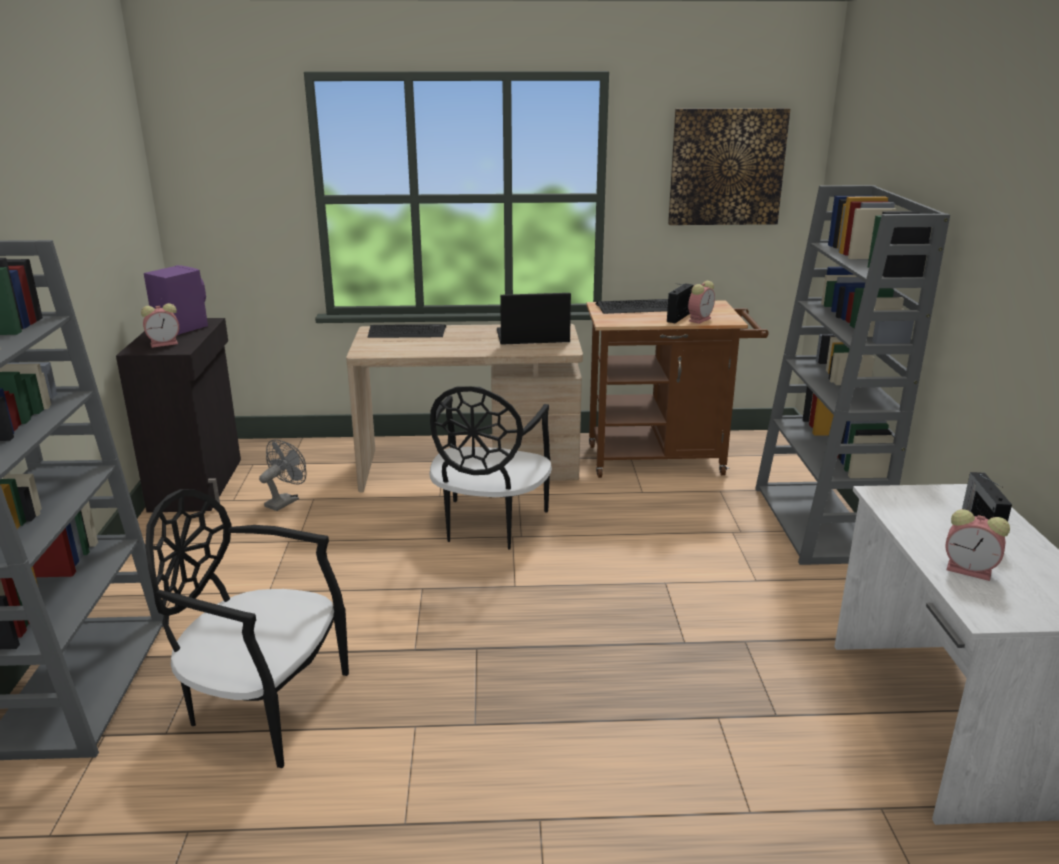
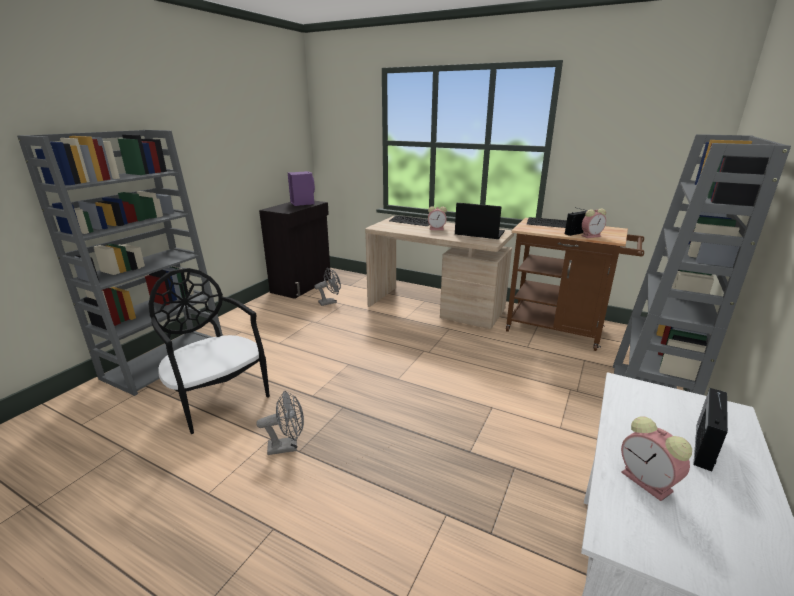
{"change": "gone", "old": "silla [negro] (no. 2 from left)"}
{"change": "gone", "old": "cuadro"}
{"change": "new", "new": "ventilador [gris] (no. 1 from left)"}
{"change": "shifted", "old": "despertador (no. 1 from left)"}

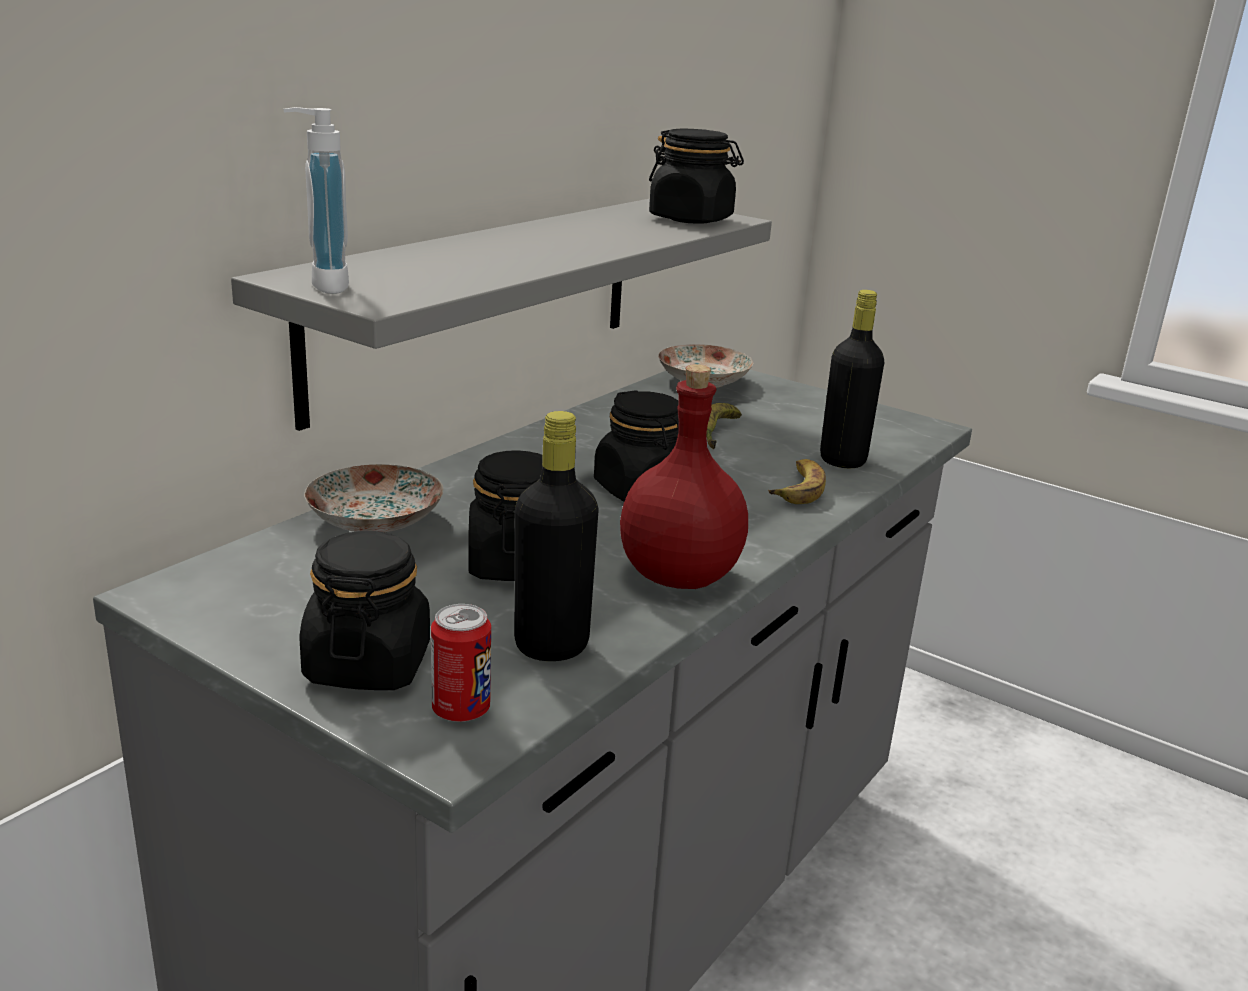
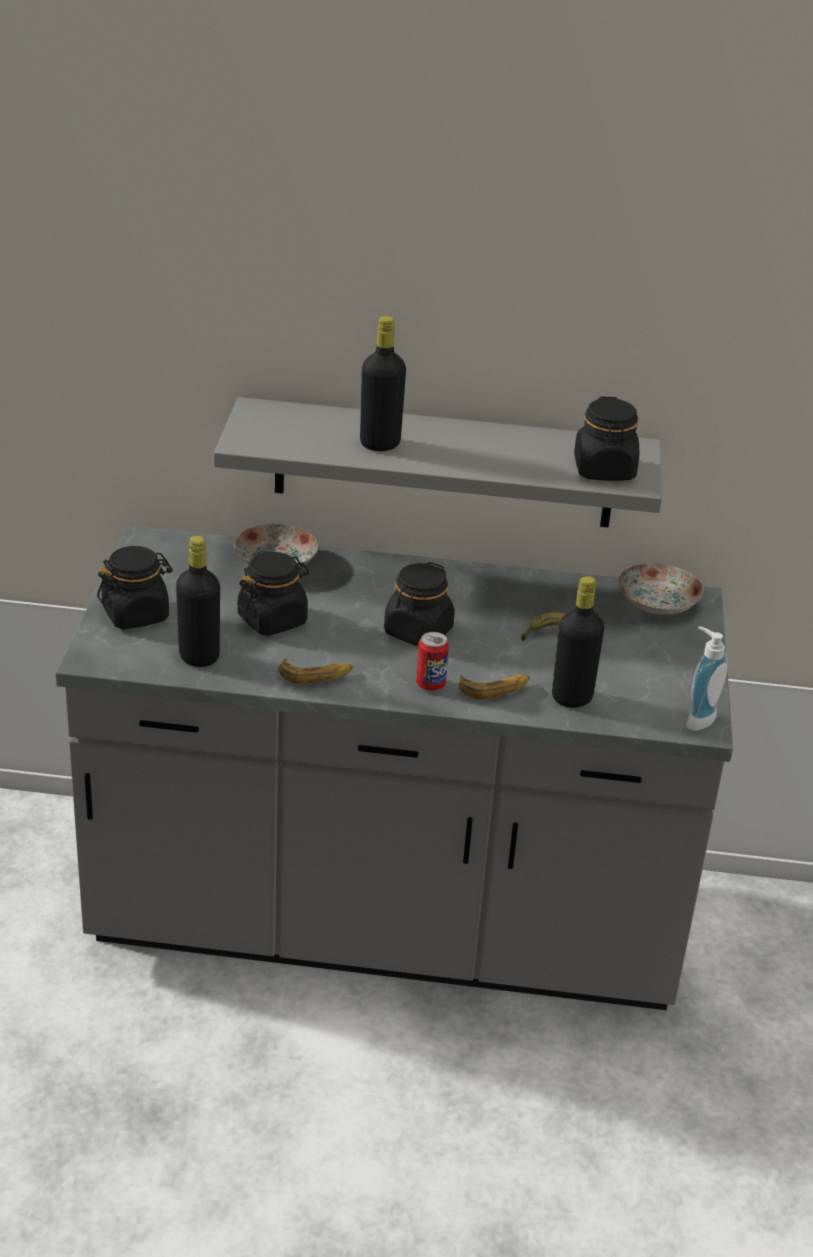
{"change": "new", "new": "botella [negro] (no. 2 from left)"}
{"change": "shifted", "old": "dispensador de jabón"}
{"change": "shifted", "old": "lata"}
{"change": "swapped", "old": "botella [rojo]", "new": "plátano (no. 1 from left)"}

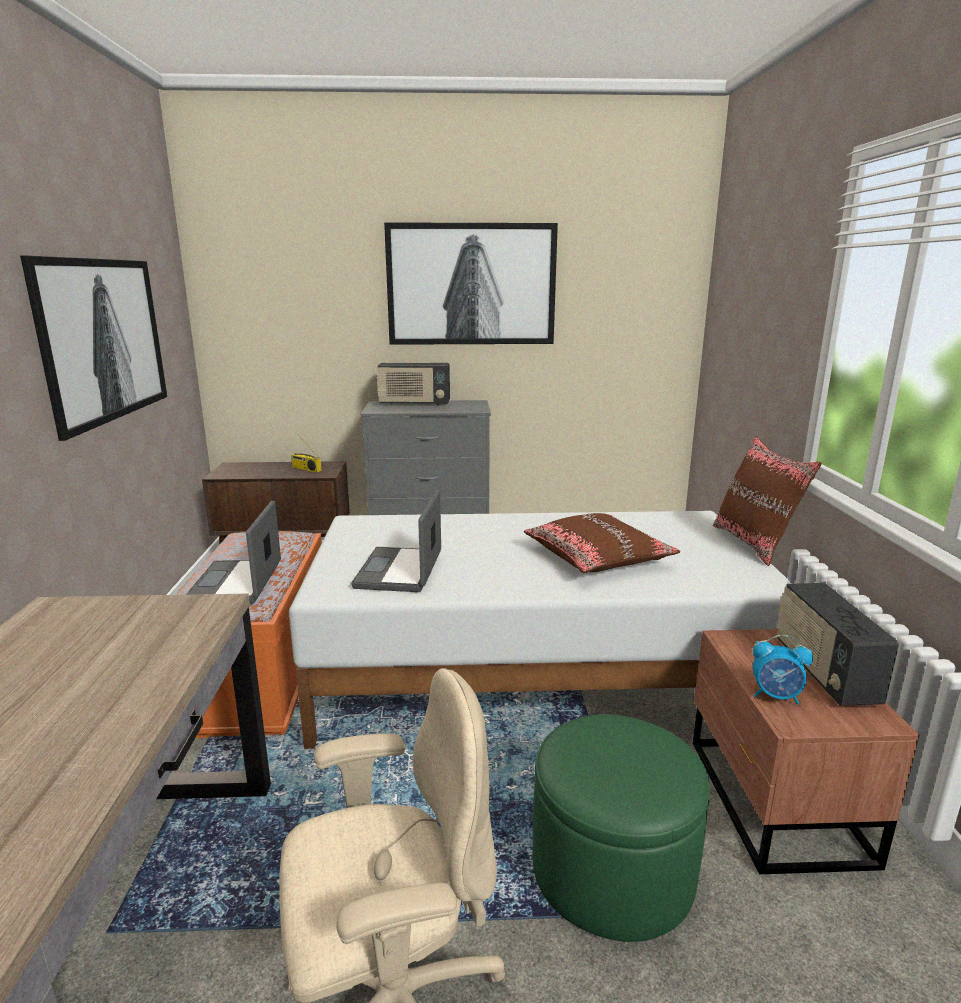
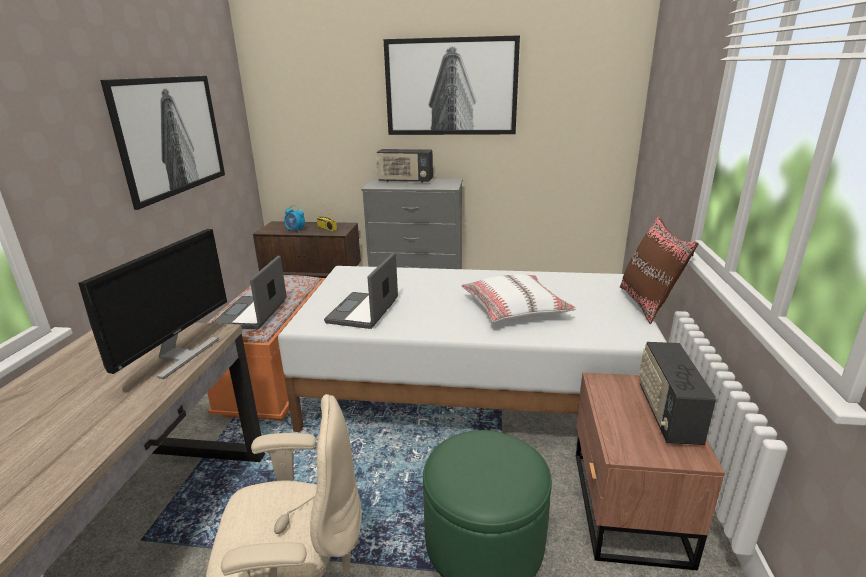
{"change": "new", "new": "monitor"}
{"change": "shifted", "old": "despertador"}
{"change": "repainted", "old": "cojín [marrón] (no. 1 from left)", "new": "cojín [blanco]"}

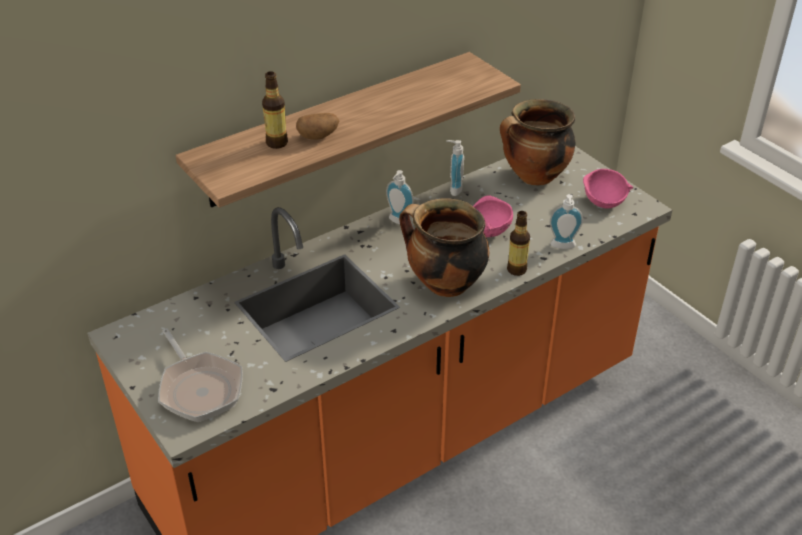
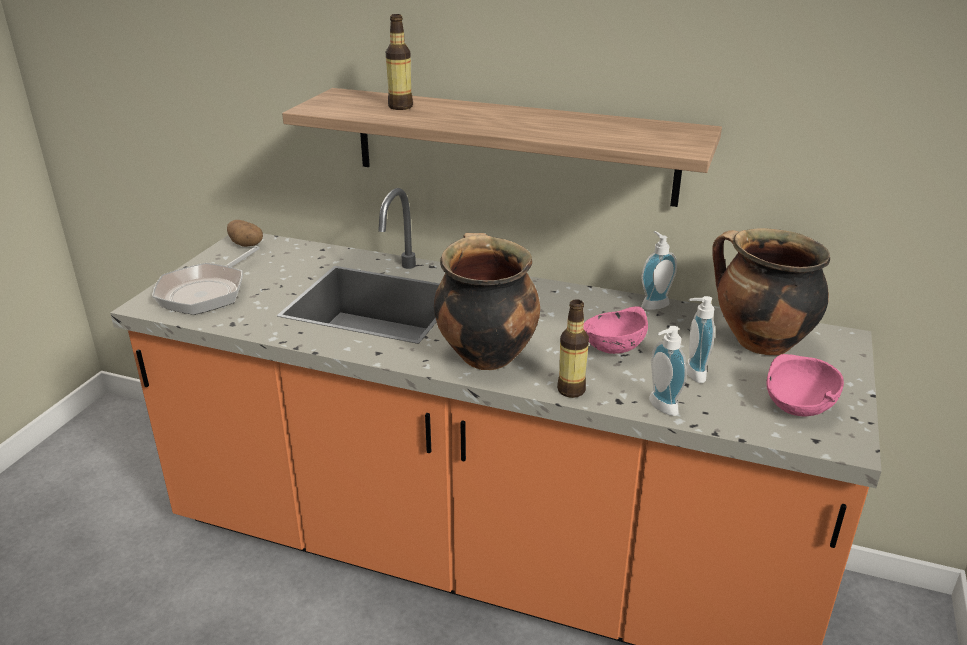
{"change": "shifted", "old": "patata"}
{"change": "shifted", "old": "dispensador de jabón (no. 1 from left in the first image)", "new": "dispensador de jabón (no. 3 from left)"}

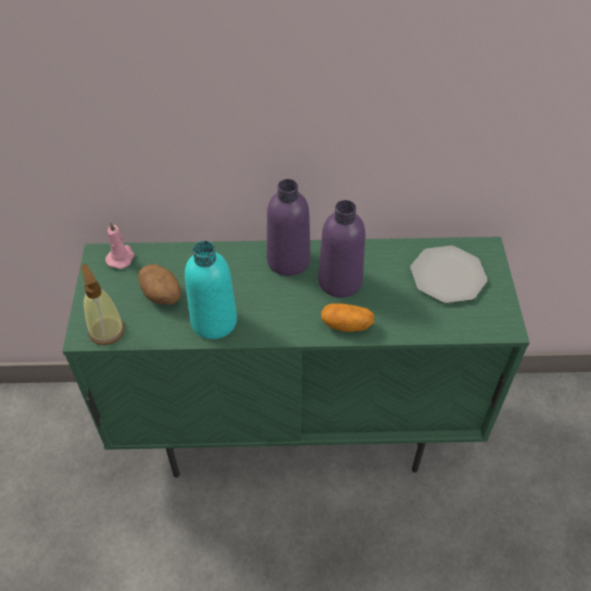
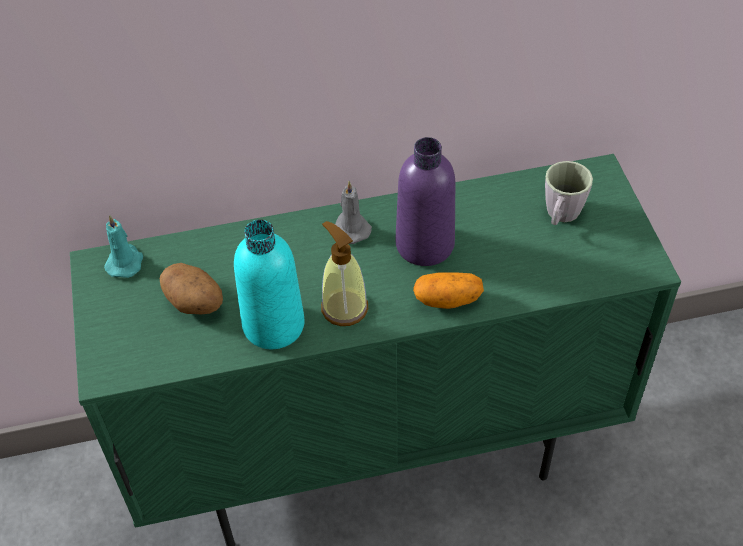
{"change": "shifted", "old": "dispensador de jabón"}
{"change": "swapped", "old": "botella [morado] (no. 1 from left)", "new": "vela [gris]"}
{"change": "swapped", "old": "plato", "new": "taza grande [gris]"}
{"change": "repainted", "old": "vela [rosa]", "new": "vela [turquesa]"}

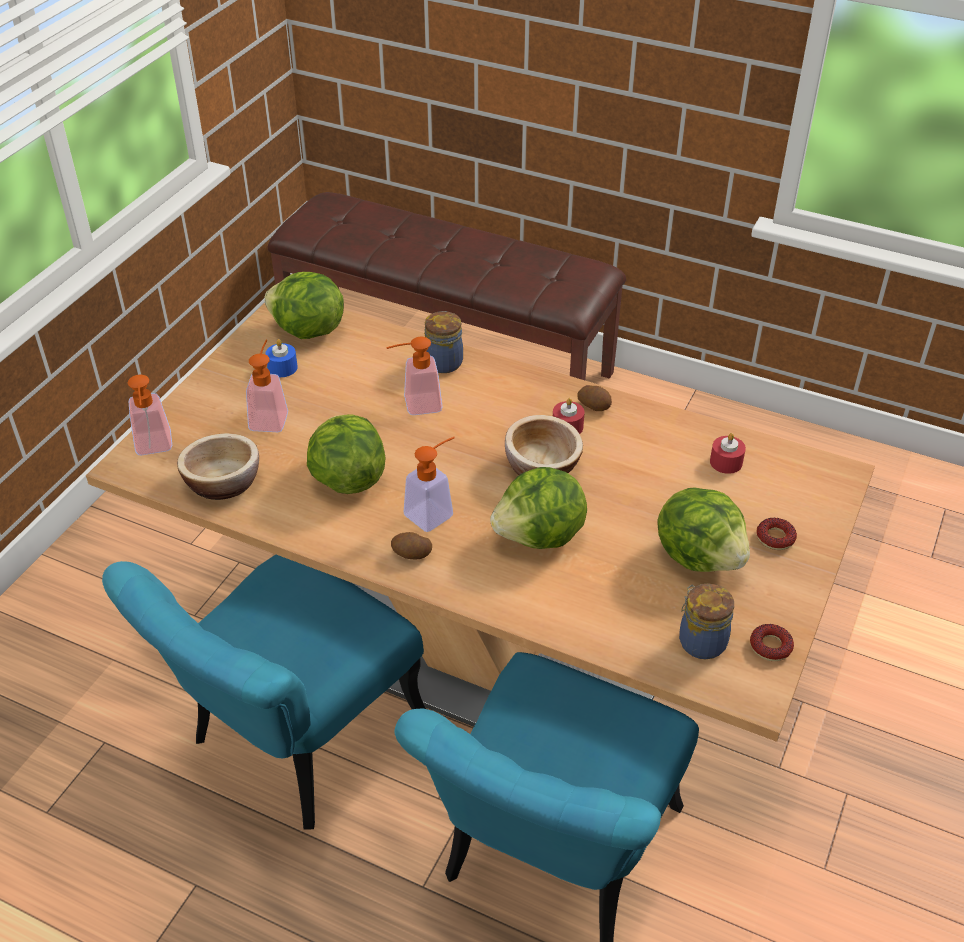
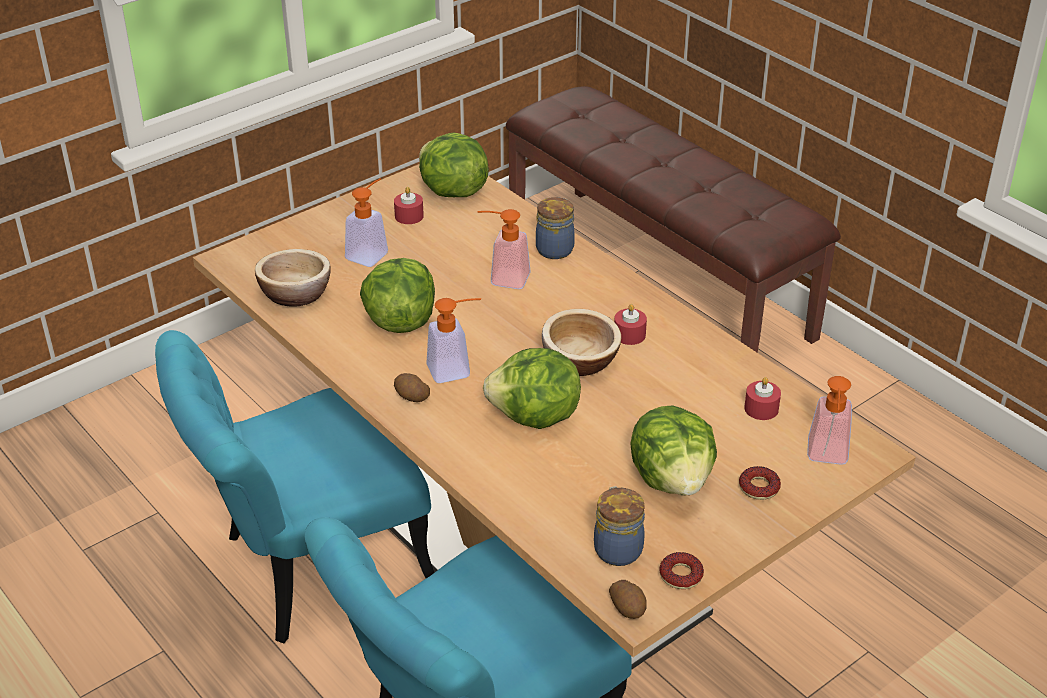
{"change": "shifted", "old": "dispensador de jabón (no. 1 from left in the first image)", "new": "dispensador de jabón (no. 4 from left)"}
{"change": "shifted", "old": "patata (no. 2 from left)"}
{"change": "repainted", "old": "vela [azul]", "new": "vela [rojo] (no. 1 from left)"}

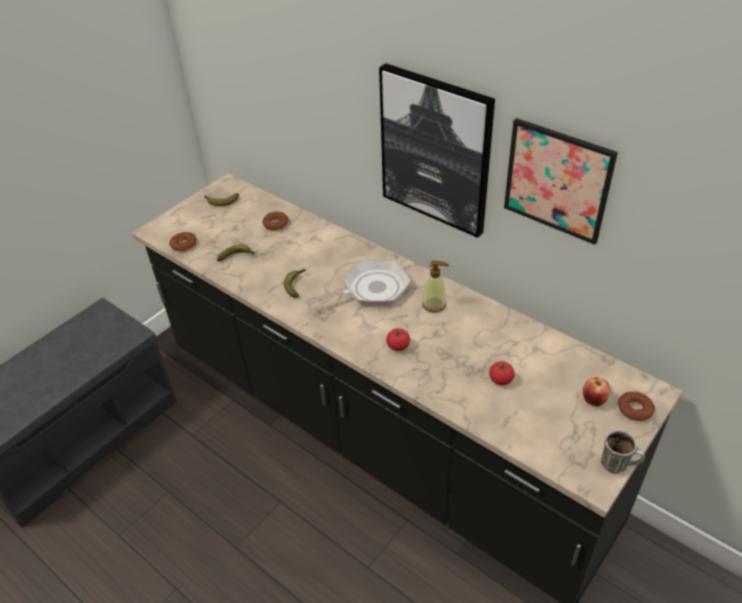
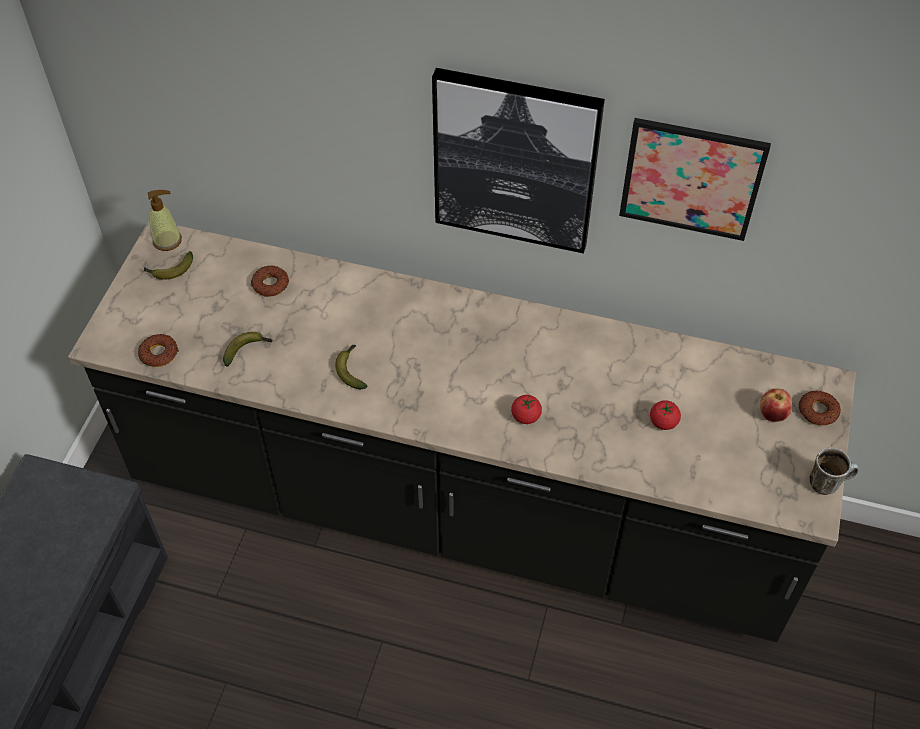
{"change": "gone", "old": "sartén"}
{"change": "shifted", "old": "dispensador de jabón"}

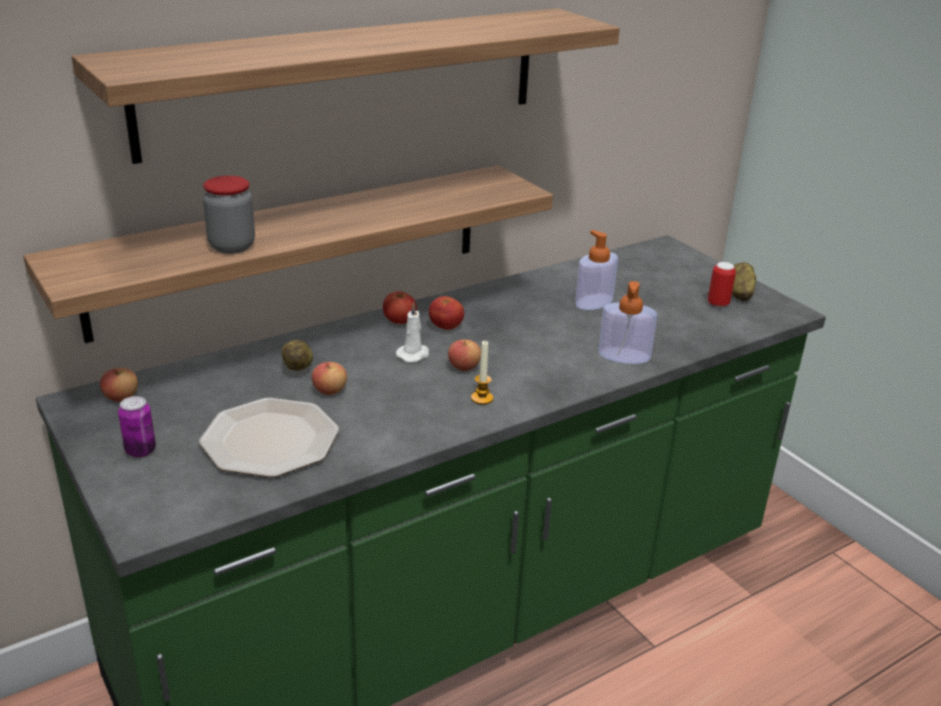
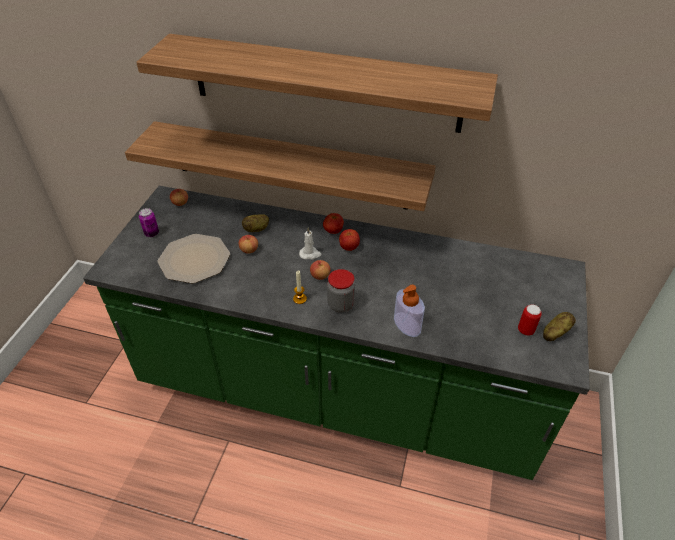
{"change": "gone", "old": "dispensador de jabón (no. 1 from left)"}
{"change": "shifted", "old": "tarro"}

